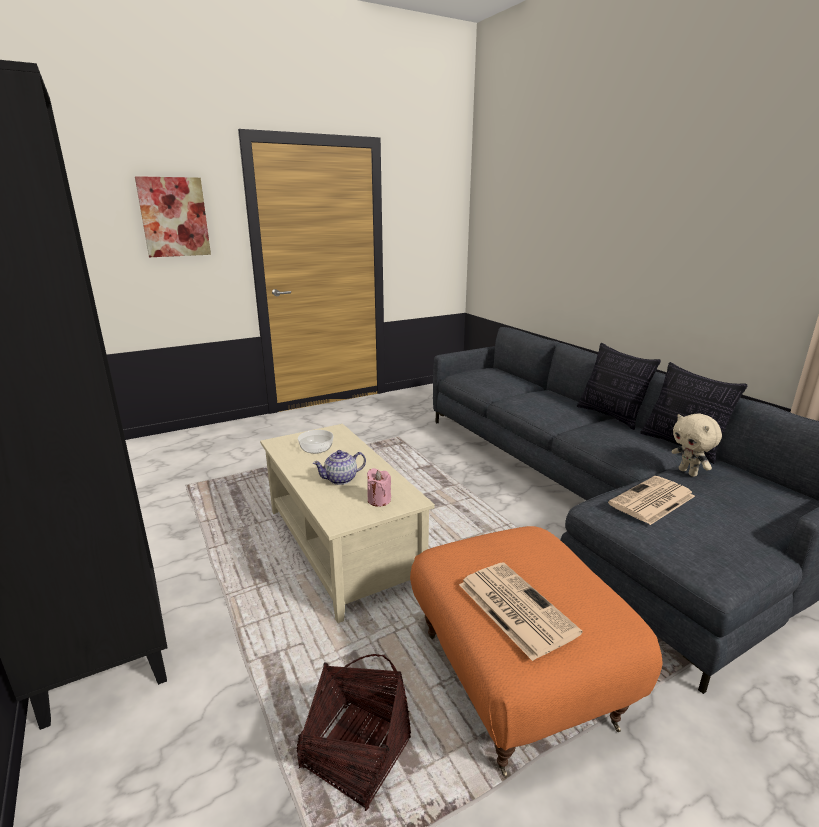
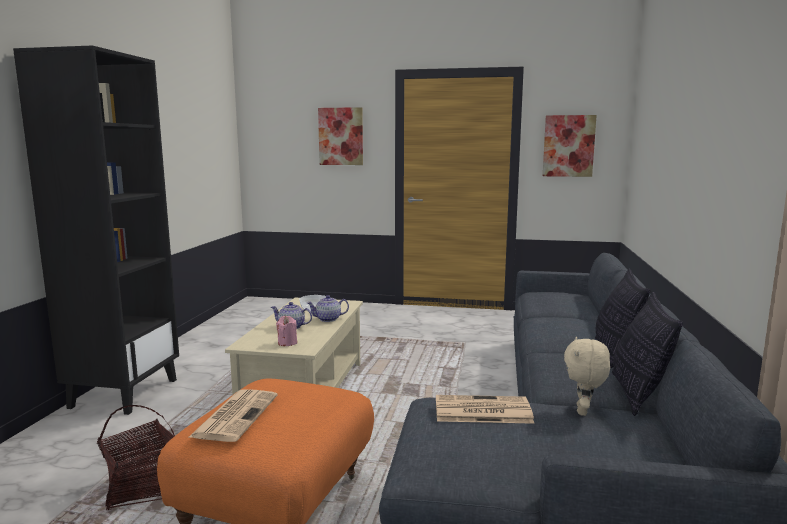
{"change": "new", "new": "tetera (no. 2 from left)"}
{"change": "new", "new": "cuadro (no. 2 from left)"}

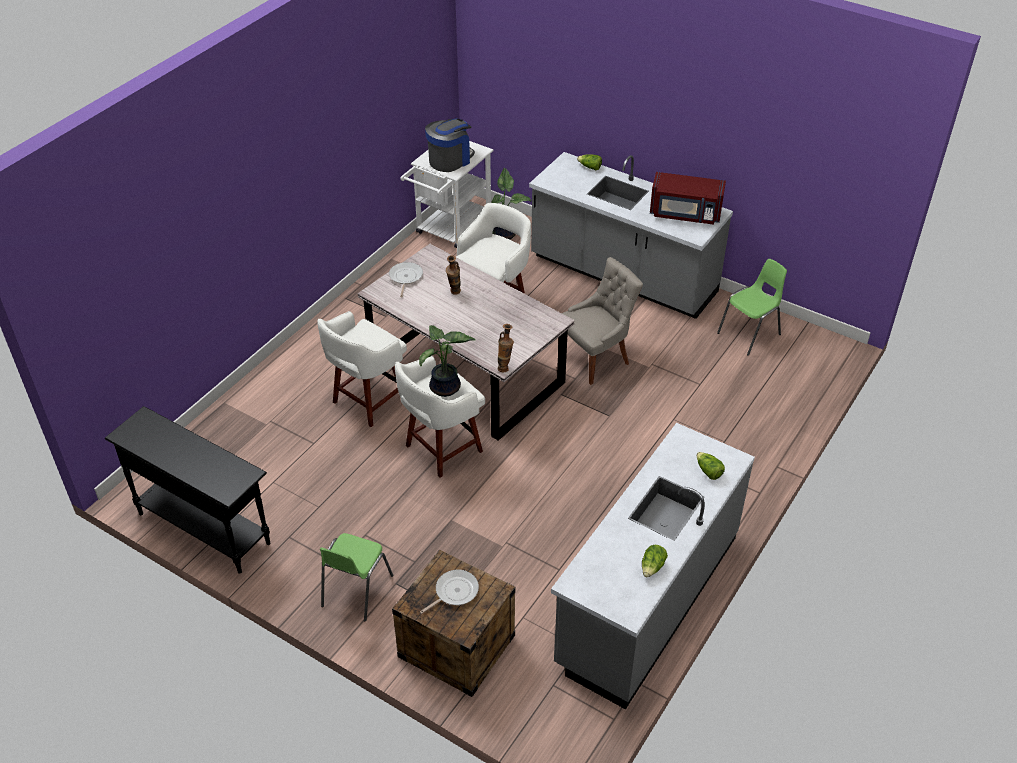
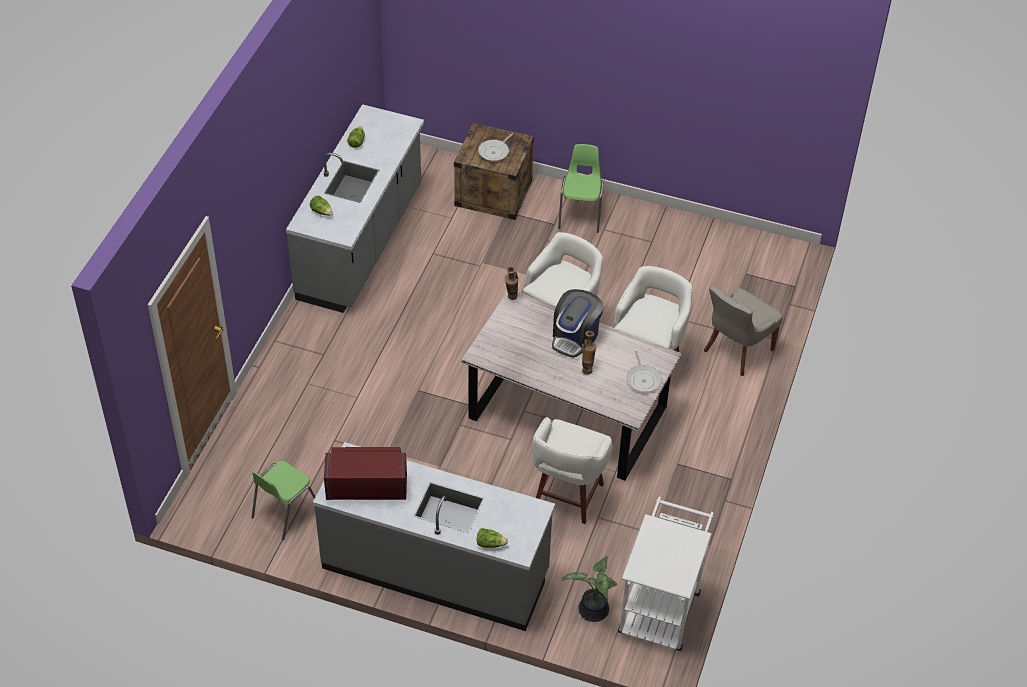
{"change": "gone", "old": "mesa consola [negro]"}
{"change": "gone", "old": "planta en maceta (no. 1 from left)"}
{"change": "shifted", "old": "cafetera"}
{"change": "shifted", "old": "silla [gris]"}

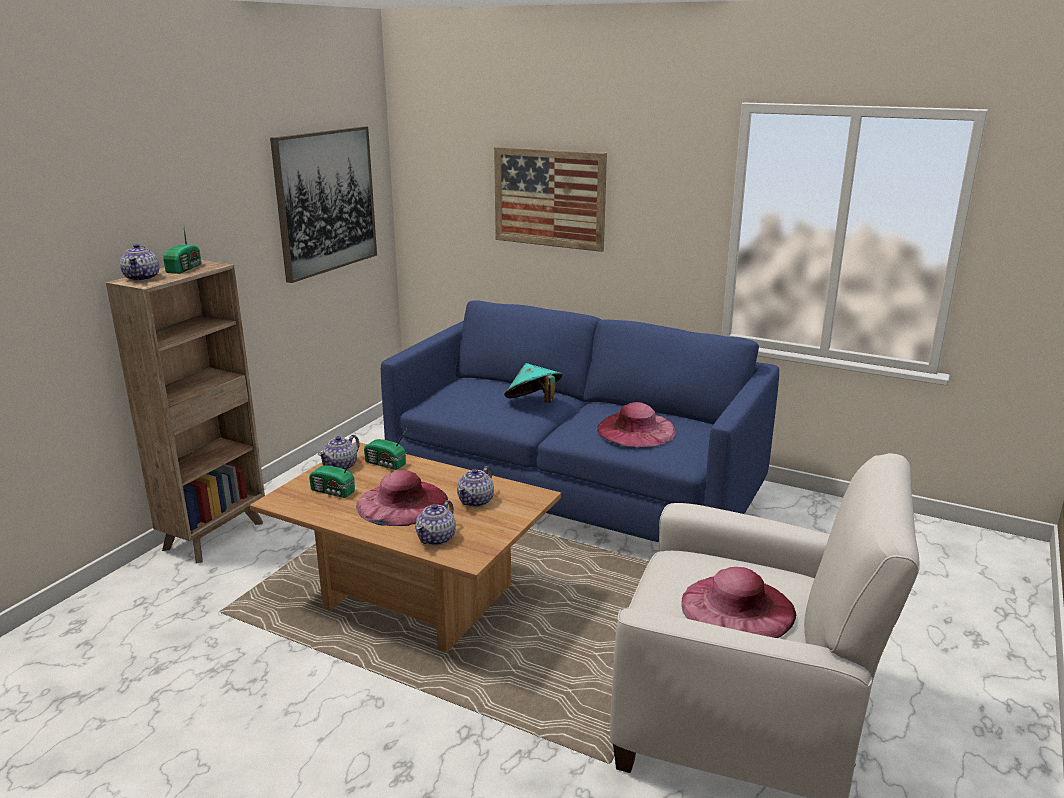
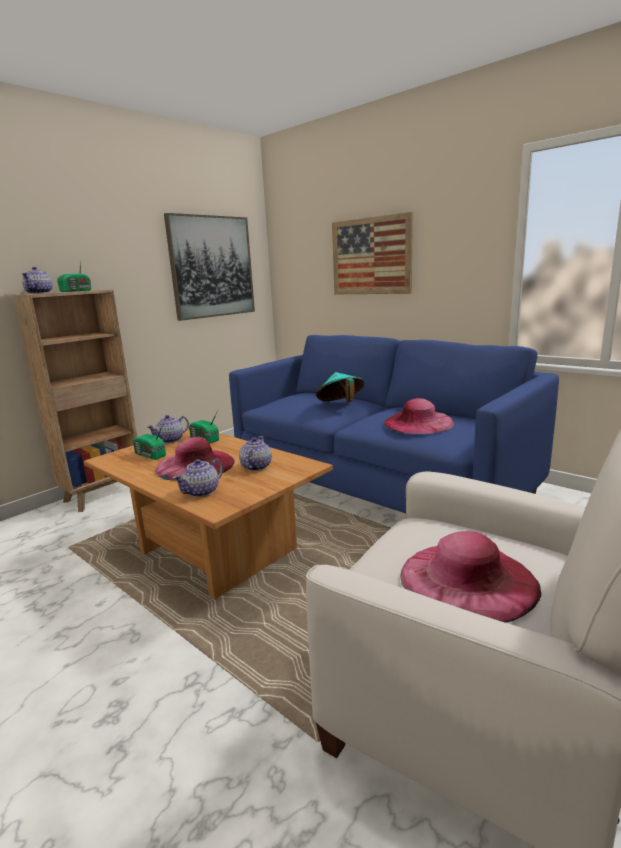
{"change": "rotated", "old": "tetera (no. 4 from left)", "degrees": 150}

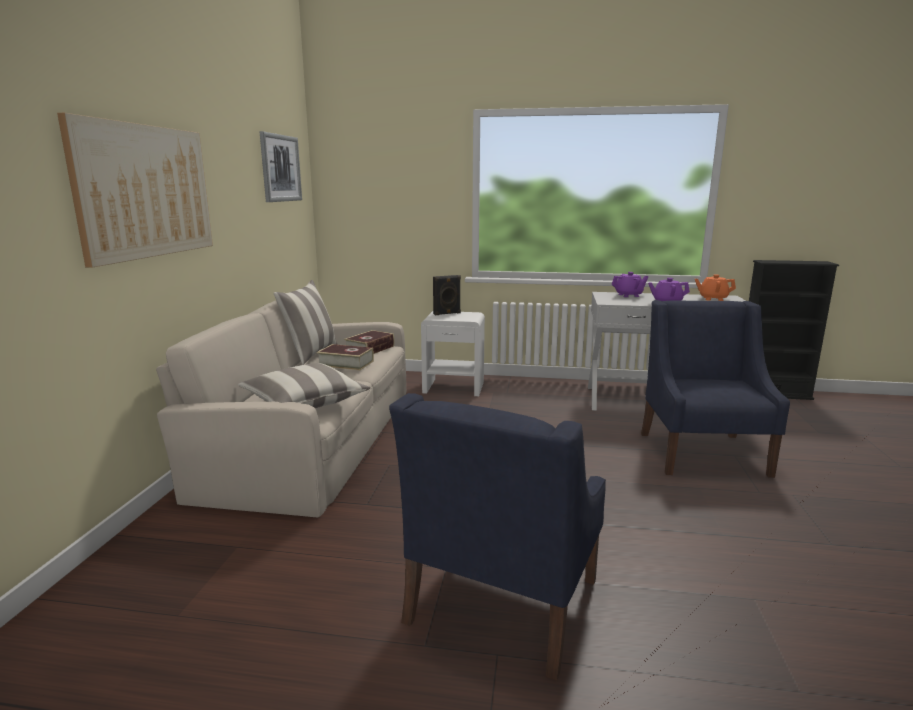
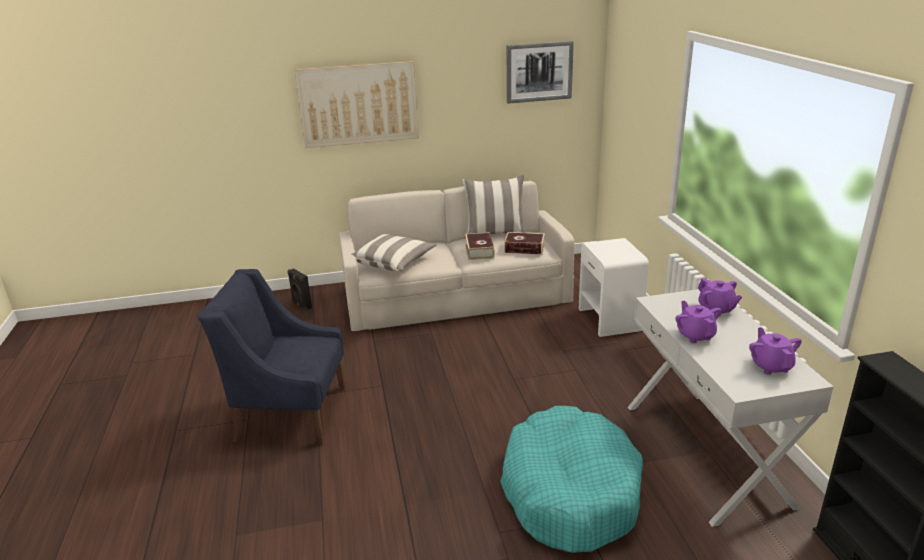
{"change": "shifted", "old": "altavoz [negro]"}
{"change": "swapped", "old": "sillón [azul] (no. 2 from left)", "new": "cama para perro [turquesa]"}
{"change": "repainted", "old": "tetera [naranja]", "new": "tetera [morado] (no. 3 from left)"}

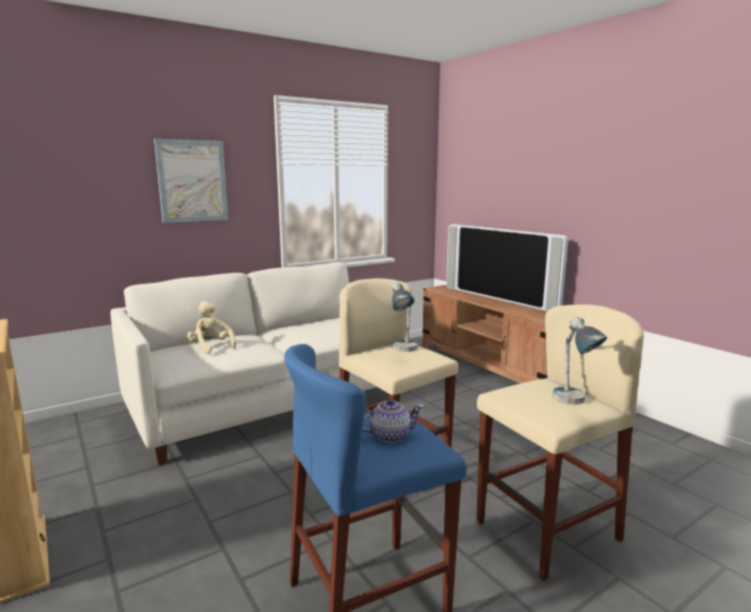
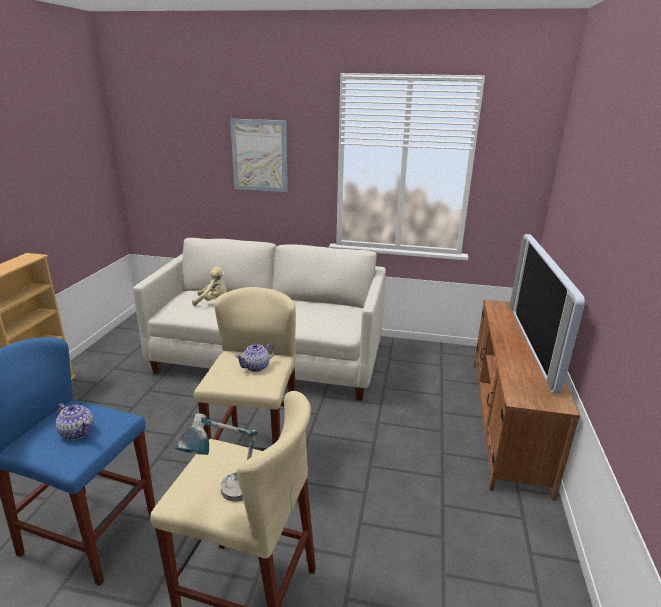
{"change": "swapped", "old": "lámpara de mesa (no. 1 from left)", "new": "tetera (no. 2 from left)"}
{"change": "rotated", "old": "peluche [beis]", "degrees": 90}

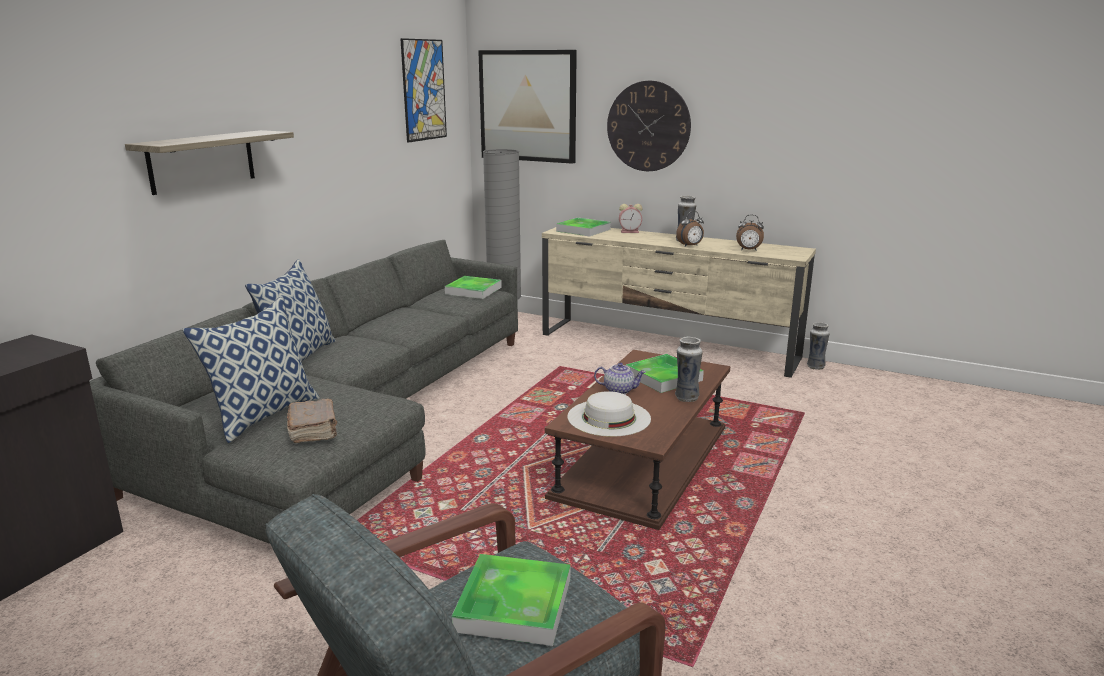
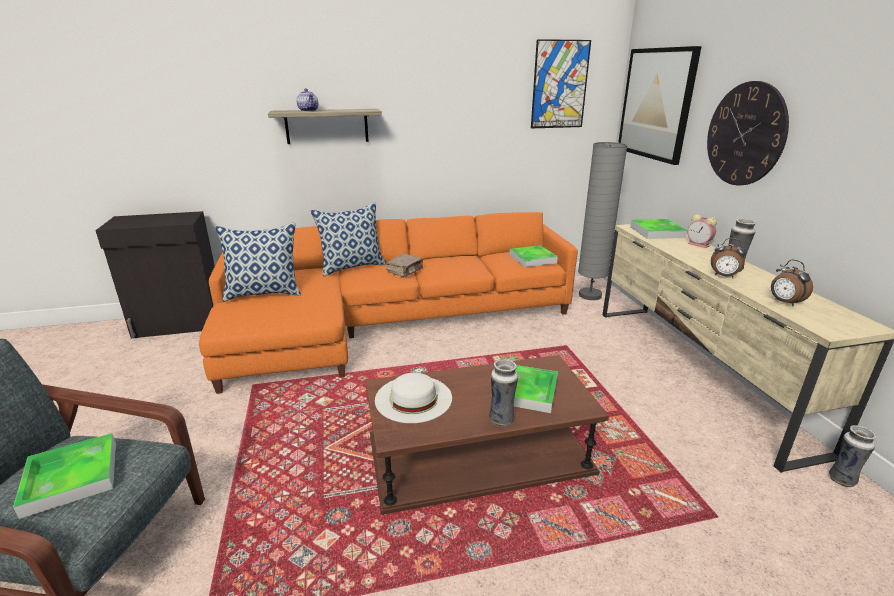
{"change": "shifted", "old": "libro [marrón]"}
{"change": "shifted", "old": "tetera"}
{"change": "repainted", "old": "sofá [gris]", "new": "sofá [naranja]"}

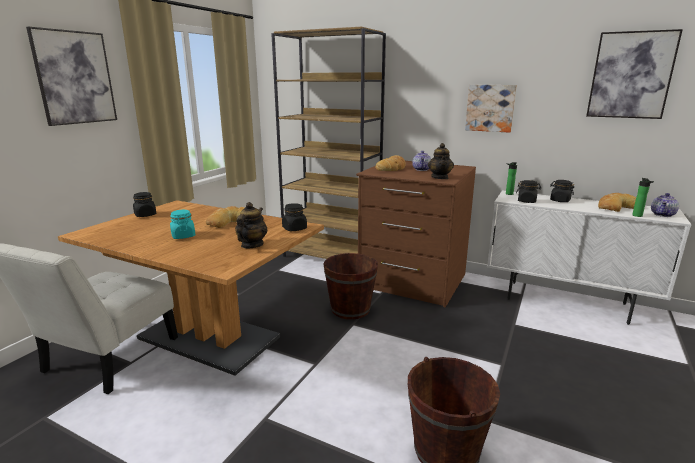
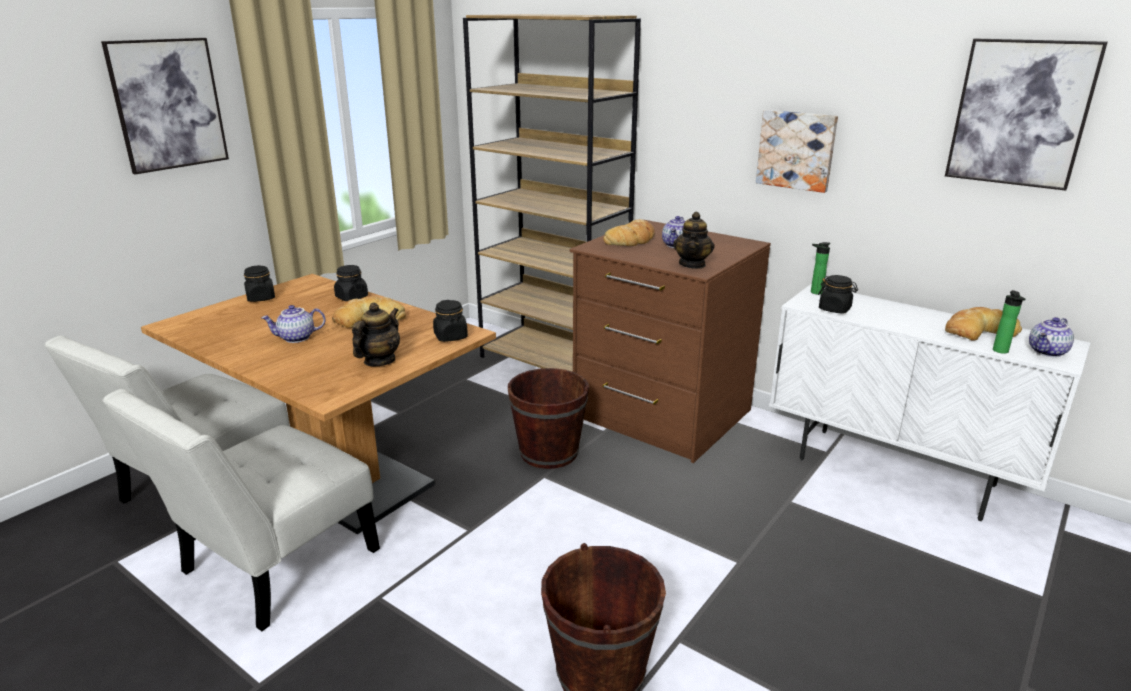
{"change": "new", "new": "silla [blanco] (no. 2 from left)"}
{"change": "shifted", "old": "tarro [negro] (no. 4 from left in the first image)", "new": "tarro [negro] (no. 2 from left)"}
{"change": "swapped", "old": "tarro [turquesa]", "new": "tetera (no. 1 from left)"}

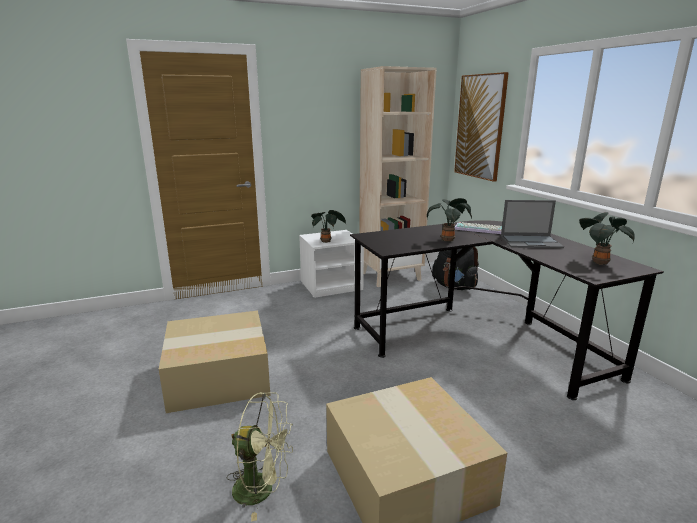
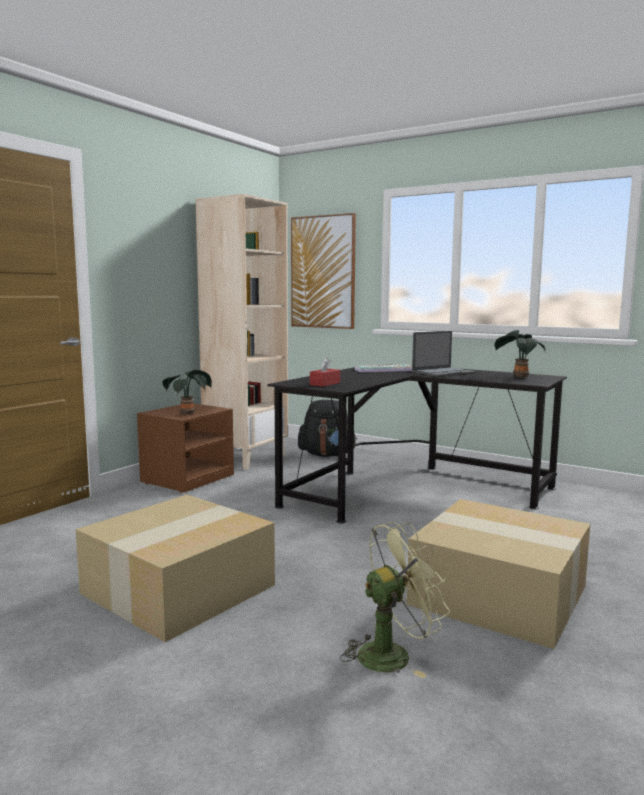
{"change": "gone", "old": "planta en maceta (no. 2 from left)"}
{"change": "new", "new": "caja de pañuelos [rojo]"}
{"change": "repainted", "old": "mesita de noche [blanco]", "new": "mesita de noche [marrón]"}

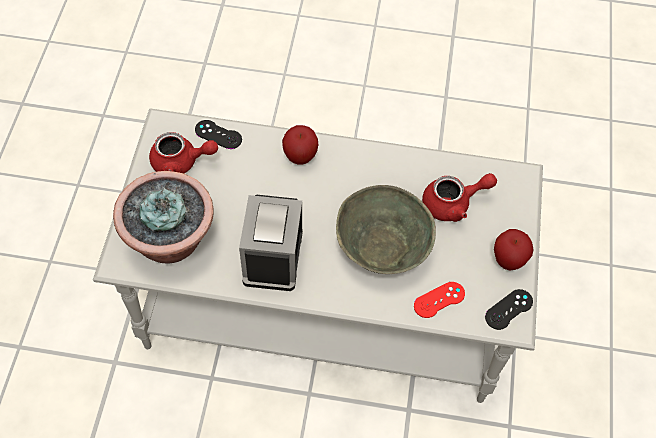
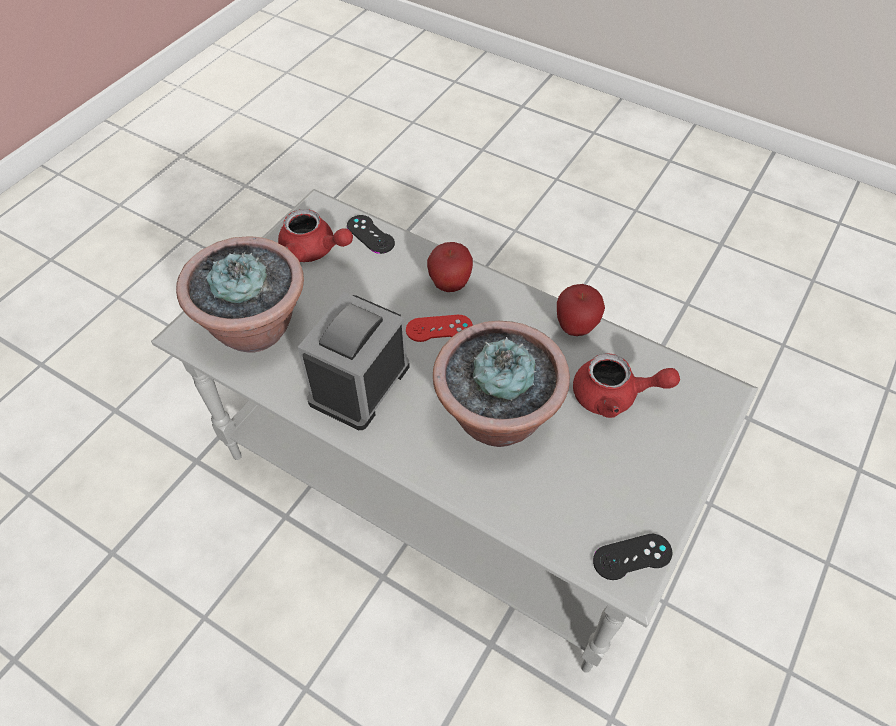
{"change": "shifted", "old": "mando de consola [rojo]"}
{"change": "shifted", "old": "manzana (no. 2 from left)"}
{"change": "swapped", "old": "cuenco [gris]", "new": "planta en maceta (no. 2 from left)"}

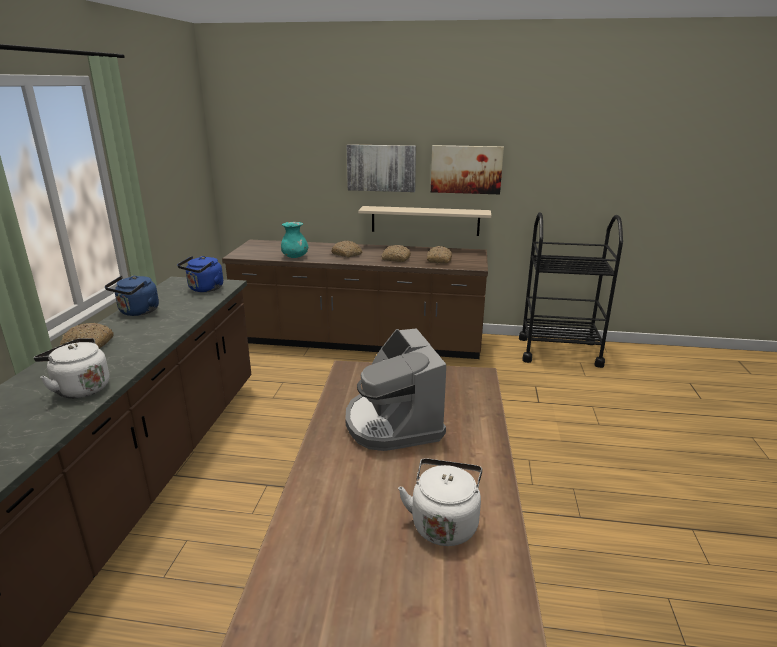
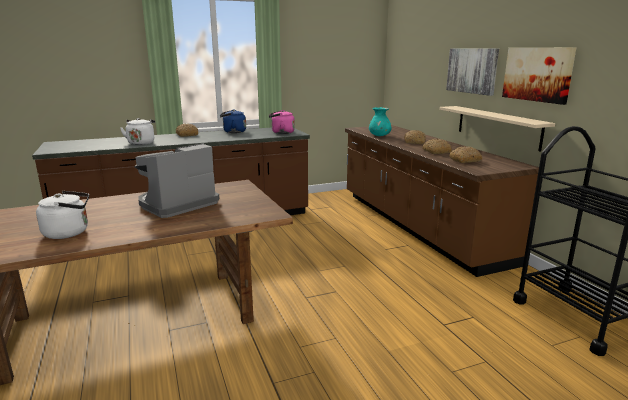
{"change": "repainted", "old": "hervidor [azul] (no. 2 from left)", "new": "hervidor [rosa]"}

